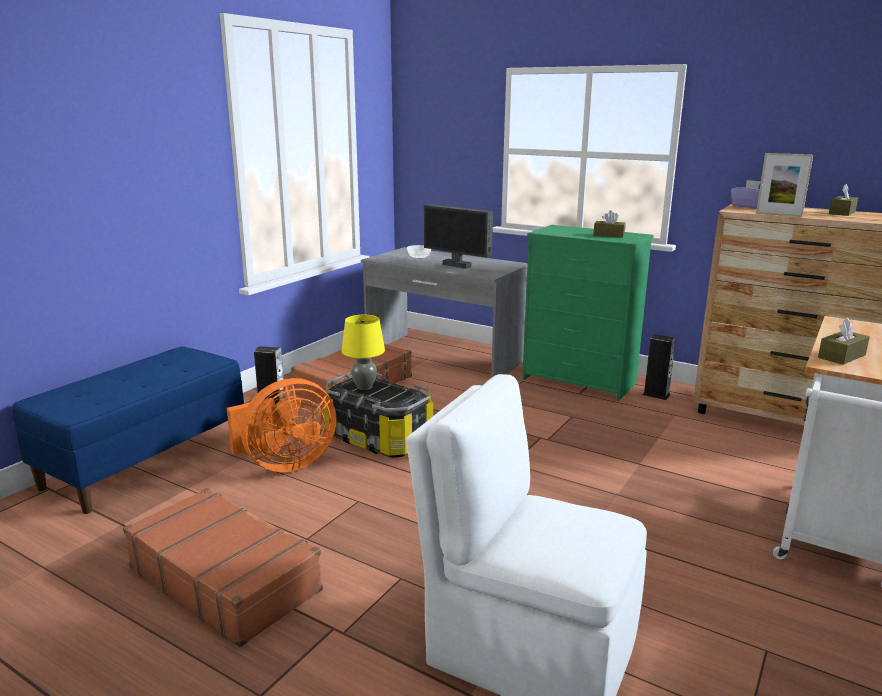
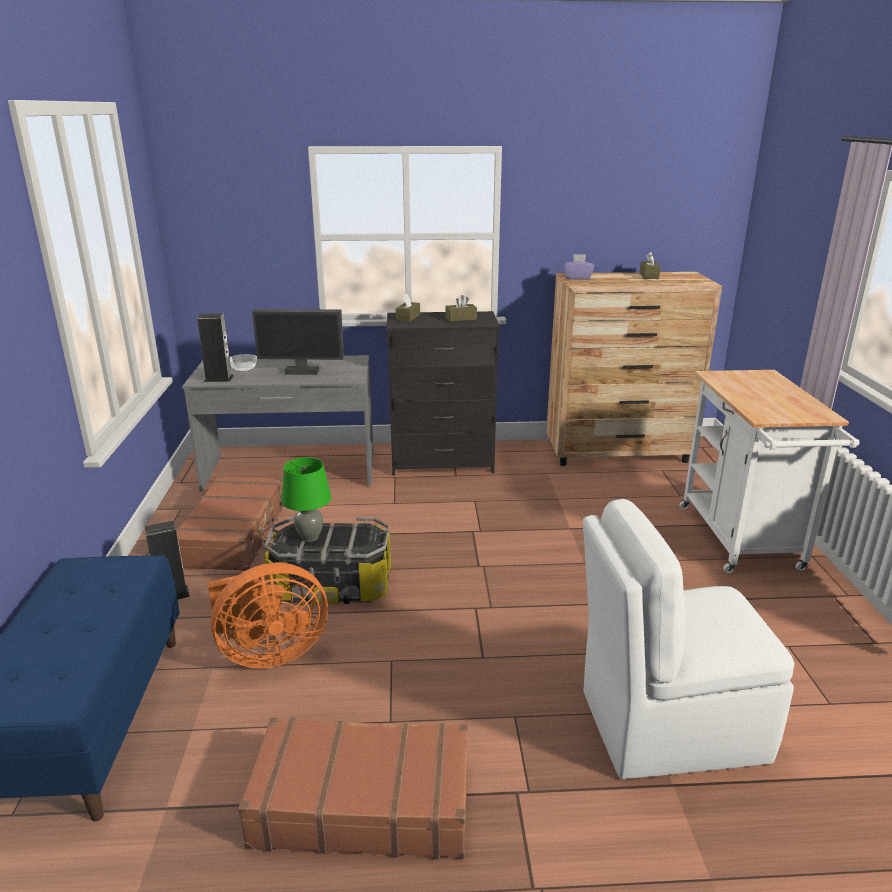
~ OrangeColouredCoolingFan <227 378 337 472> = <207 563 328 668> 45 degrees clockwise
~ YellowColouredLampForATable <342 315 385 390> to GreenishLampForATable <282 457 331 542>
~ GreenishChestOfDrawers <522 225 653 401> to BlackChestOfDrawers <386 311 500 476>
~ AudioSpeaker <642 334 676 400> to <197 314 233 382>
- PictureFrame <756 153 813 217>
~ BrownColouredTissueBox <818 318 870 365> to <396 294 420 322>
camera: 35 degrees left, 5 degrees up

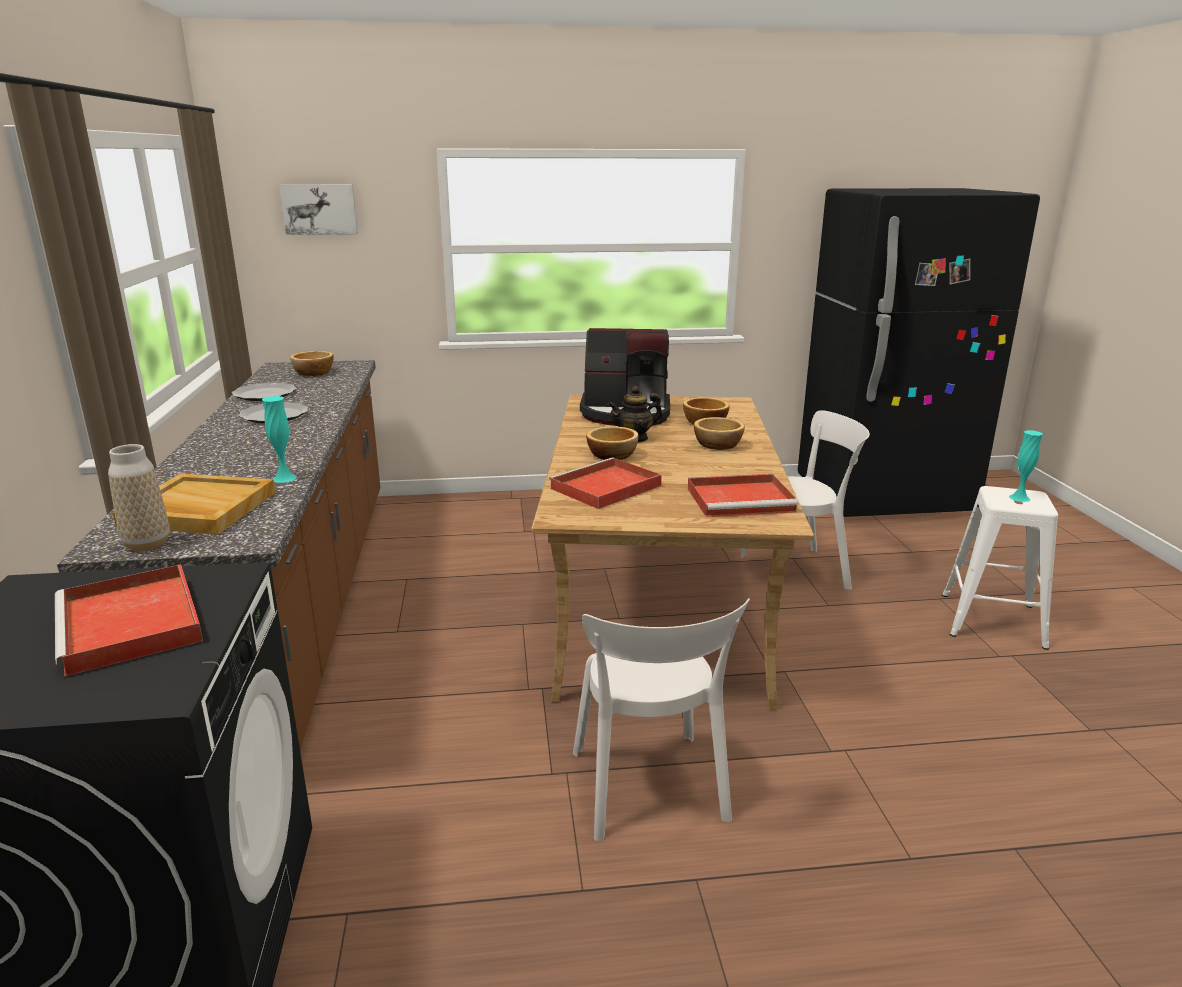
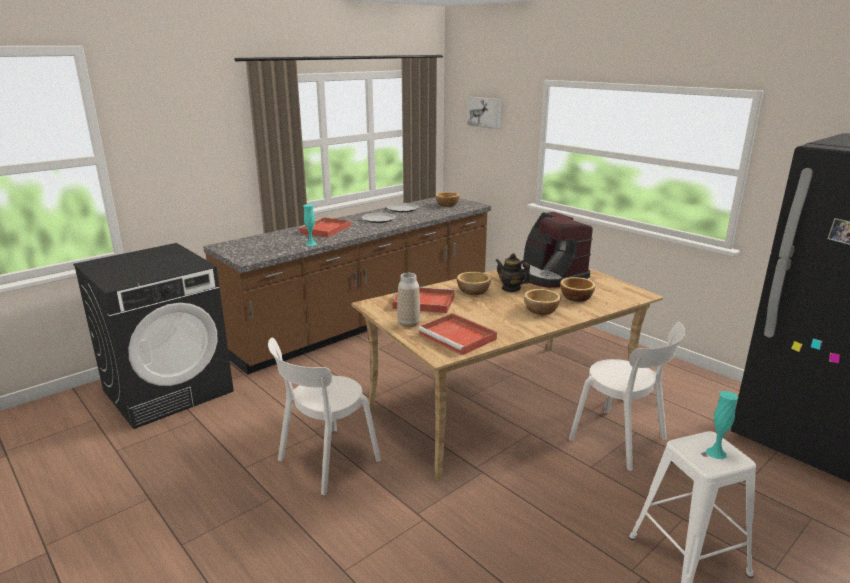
~ RedCarryingTray <55 564 203 677> to <298 217 351 238>
~ FlowerVase <108 444 170 551> to <397 273 421 328>
- BeigeColouredCarryingTray <113 473 275 535>
camera: 55 degrees right, 0 degrees up

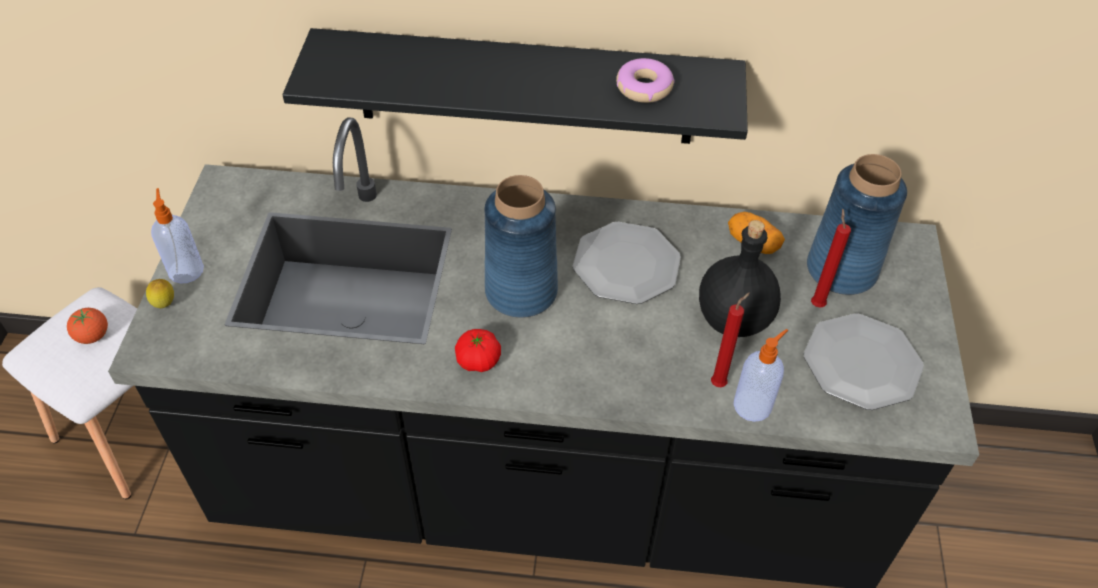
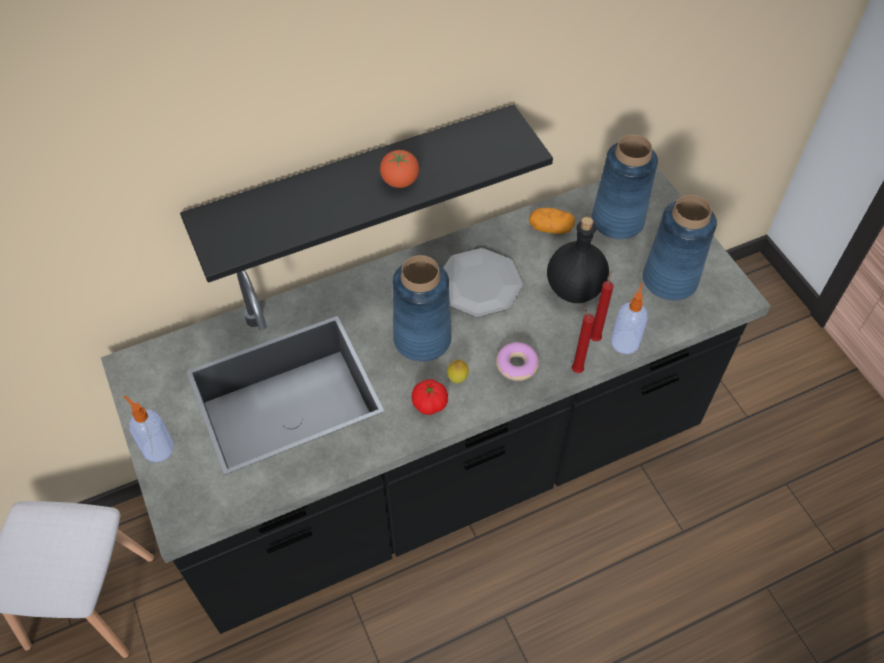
~ WholeTomato <67 308 108 344> to <380 149 419 188>
~ CitrusFruit <146 279 174 308> to <447 360 469 383>
~ RingDoughnut <616 58 675 103> to <496 342 539 381>
~ DinnerPlate <803 313 924 410> to BlueFlowerVase <643 195 717 301>
~ RedCandle <811 209 851 308> to <572 304 595 373>
camera: 30 degrees left, 5 degrees up

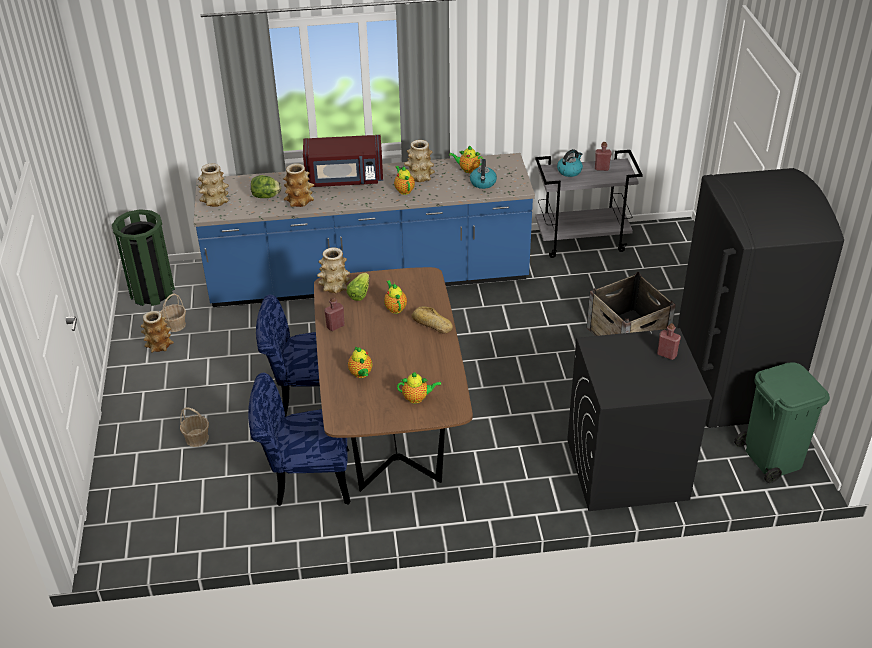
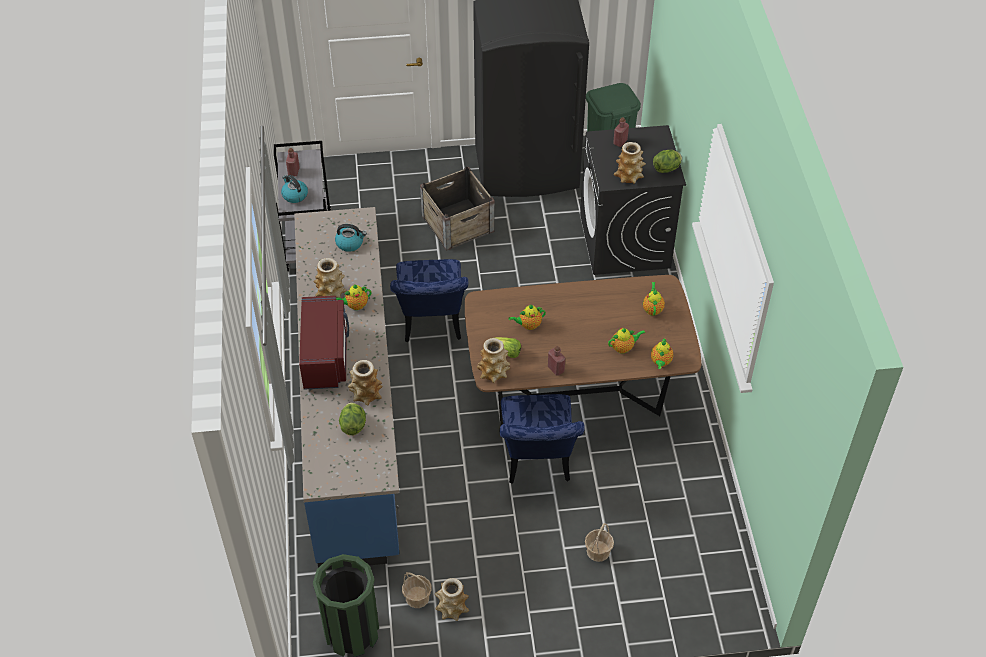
~ FlowerVase <198 163 229 207> to <614 142 646 184>
~ BluePlainChair <248 373 350 506> to <390 259 468 343>
- BakeryBread <411 306 453 334>
~ Teapot <449 145 483 173> to <651 338 673 369>
+ HeadOfLettuce <653 150 682 173>
camera: 90 degrees left, 10 degrees up

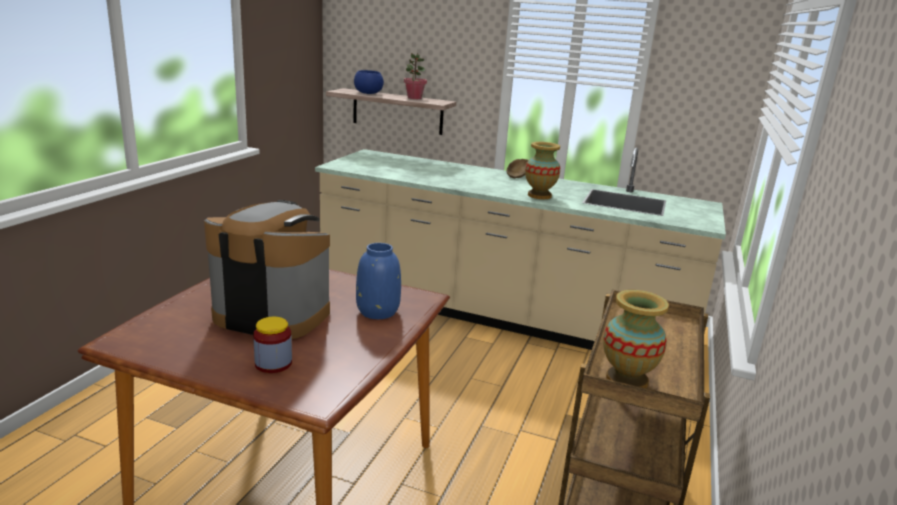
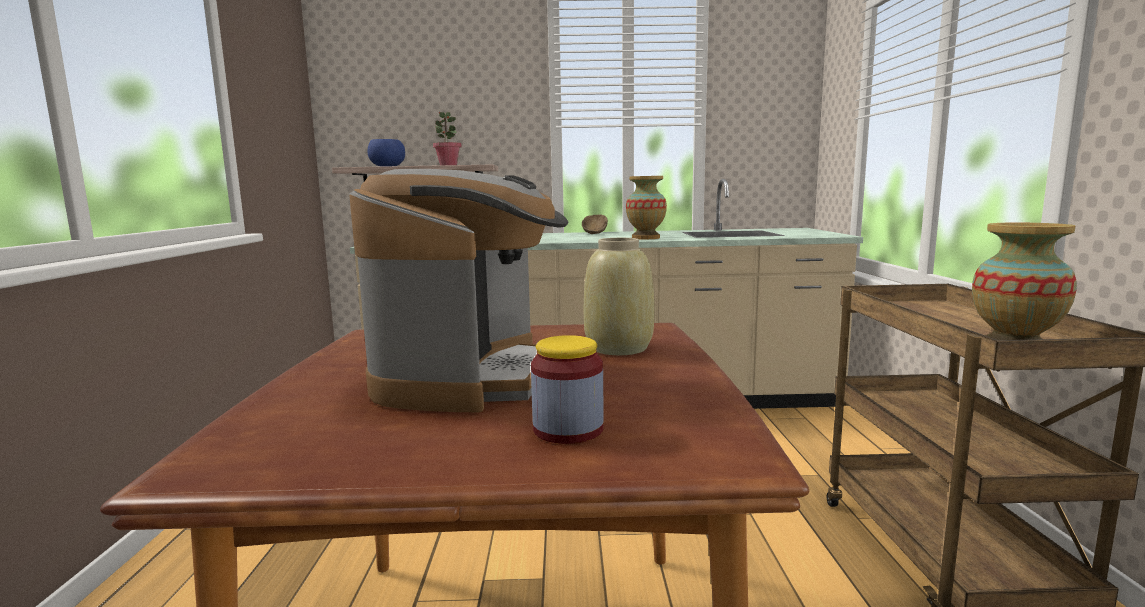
~ CoffeeBrewer <204 200 330 339> = <349 169 568 413> 105 degrees clockwise
~ BlueFlowerVase <356 243 401 319> to BeigeColouredFlowerVase <584 238 654 355>
camera: 20 degrees left, 10 degrees down

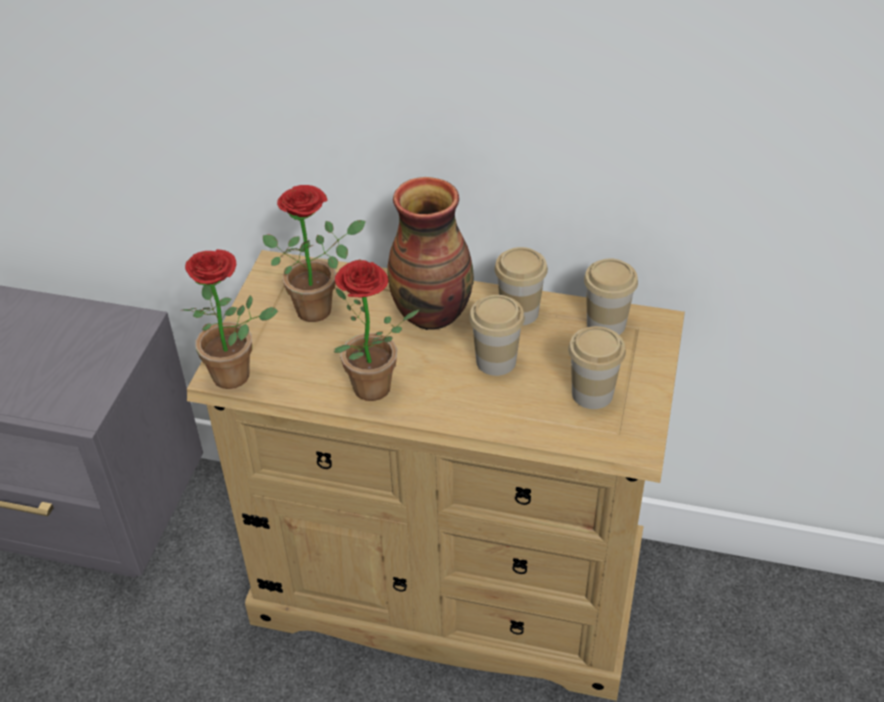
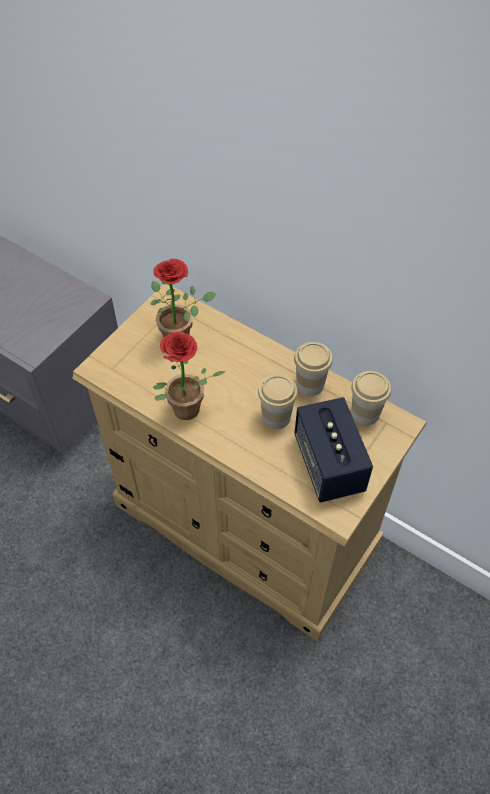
- PottedPlant <183 249 278 389>
- FlowerVase <388 177 474 330>
~ Cup <568 326 626 409> to AudioSpeaker <294 397 373 503>
camera: 20 degrees right, 10 degrees up

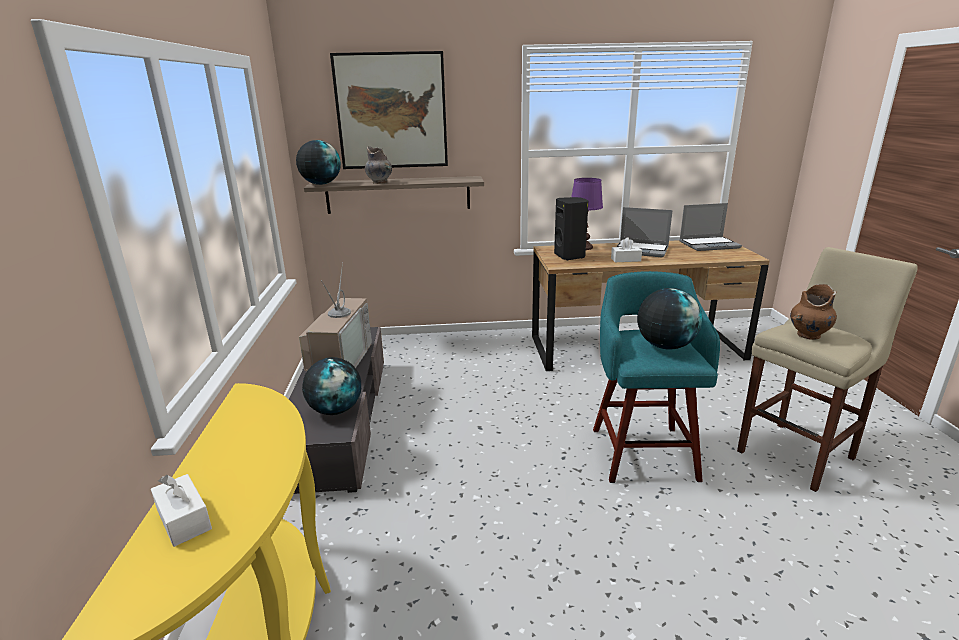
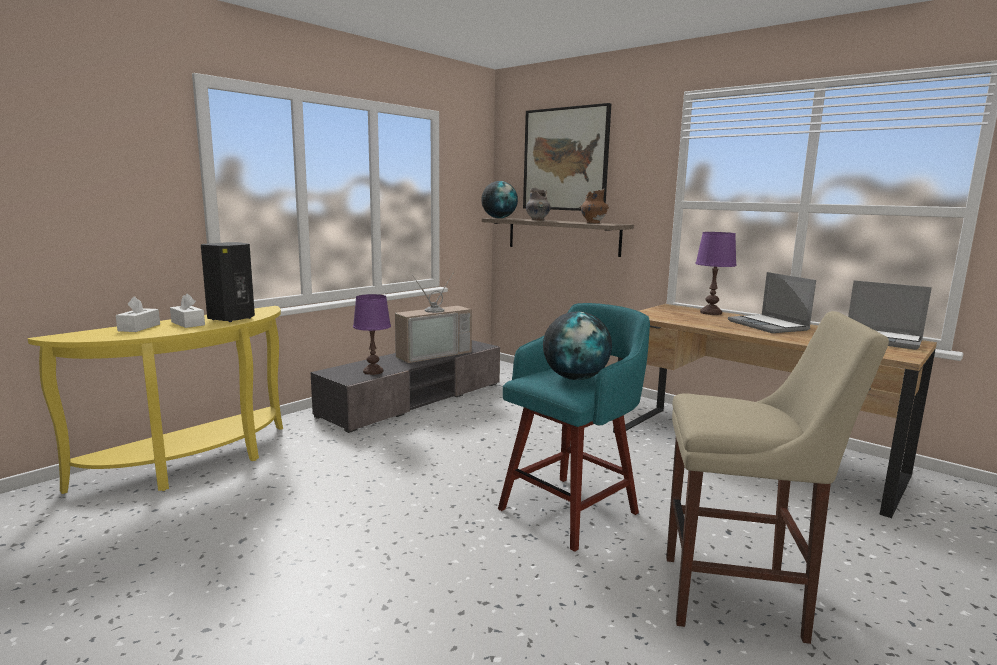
~ Globe <302 357 361 415> to PurpleColouredLampForATable <353 294 391 375>
~ BlackAudioSpeaker <554 197 589 261> to <201 242 255 322>
~ WhiteTissueBox <611 237 642 262> to <170 294 205 328>
~ BrownColouredFlowerVase <790 284 837 340> to <579 189 609 223>
camera: 45 degrees right, 10 degrees down

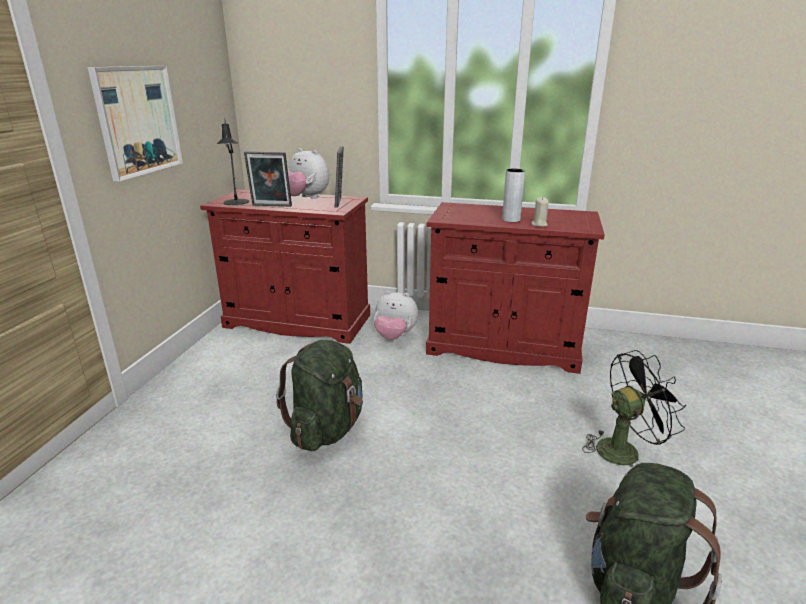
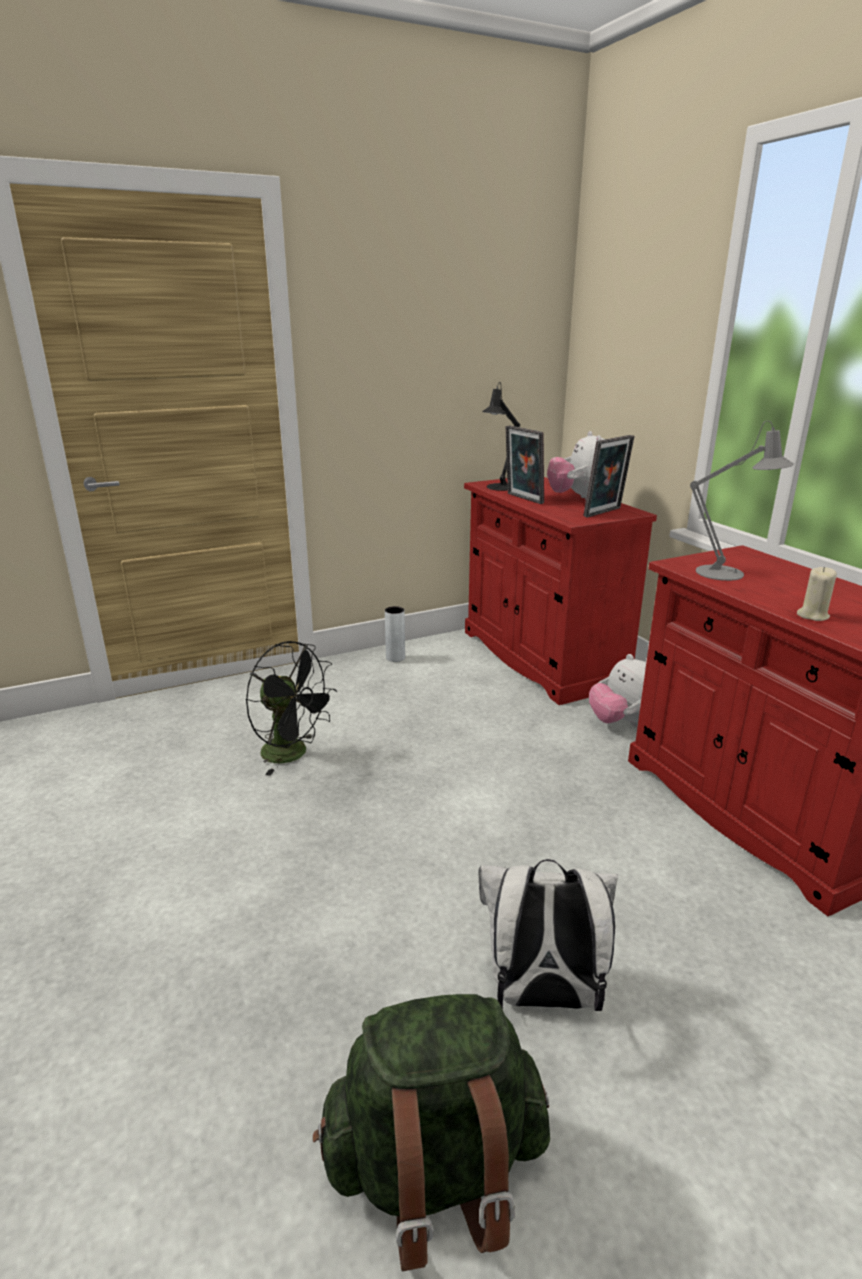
- WallPicture <88 66 183 182>
- GreenishRucksack <276 340 363 451>
~ GrayFlowerVase <502 169 525 222> to <385 606 405 662>
~ BlackCoolingFan <582 350 686 467> to <246 641 337 776>
+ WhiteRucksack <478 859 618 1011>
+ GrayLampForATable <690 420 794 581>
camera: 50 degrees right, 0 degrees up

